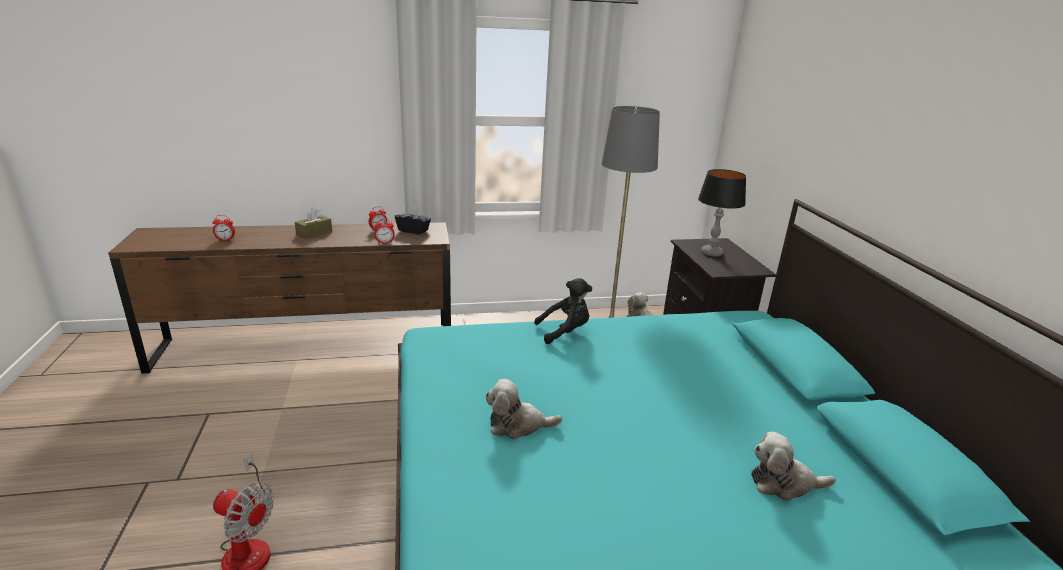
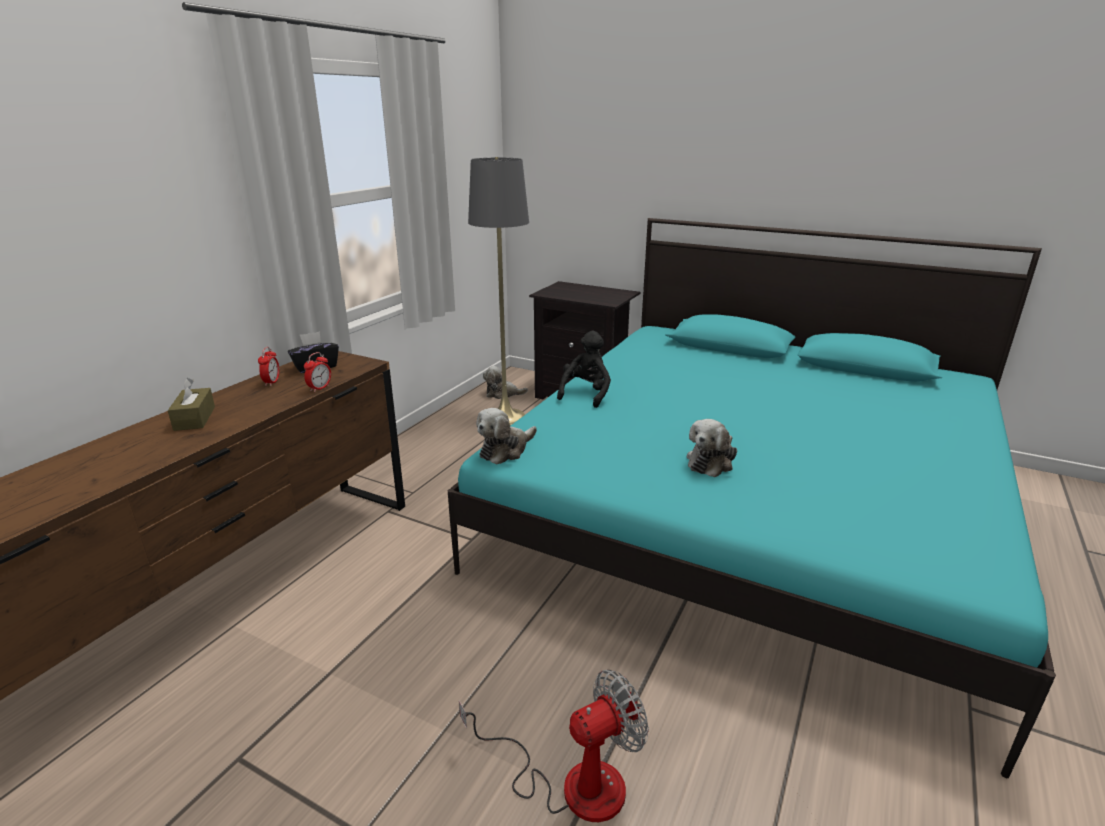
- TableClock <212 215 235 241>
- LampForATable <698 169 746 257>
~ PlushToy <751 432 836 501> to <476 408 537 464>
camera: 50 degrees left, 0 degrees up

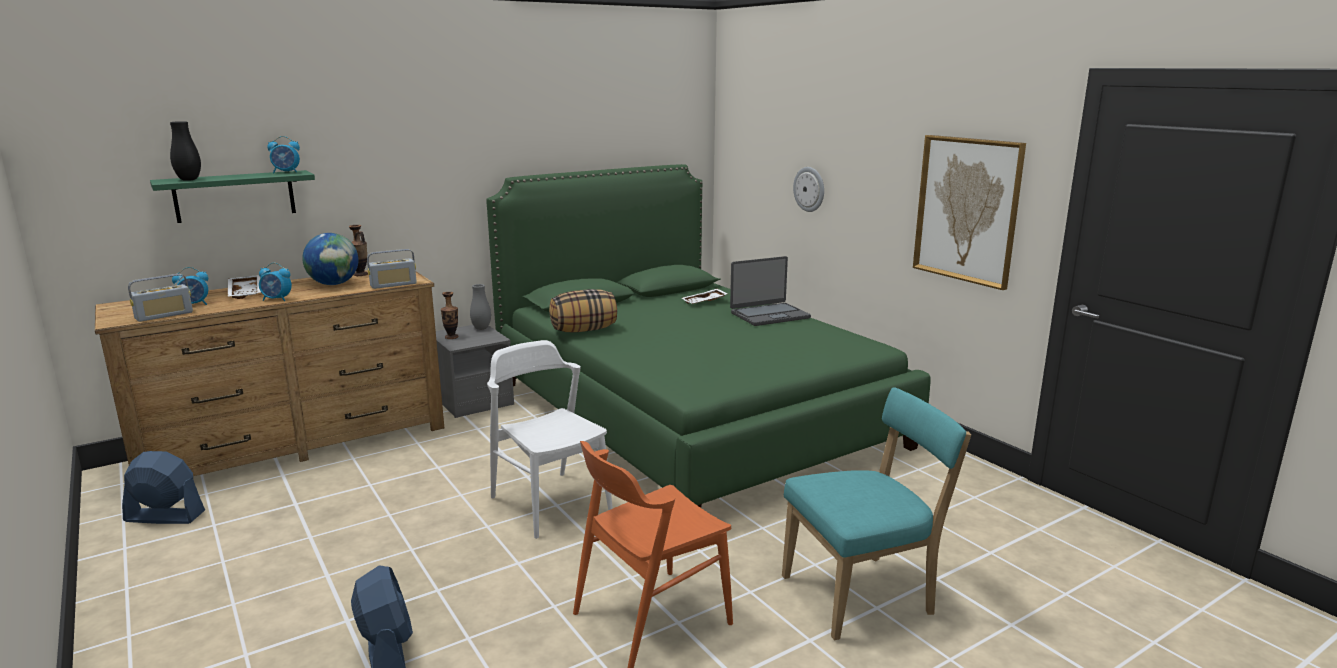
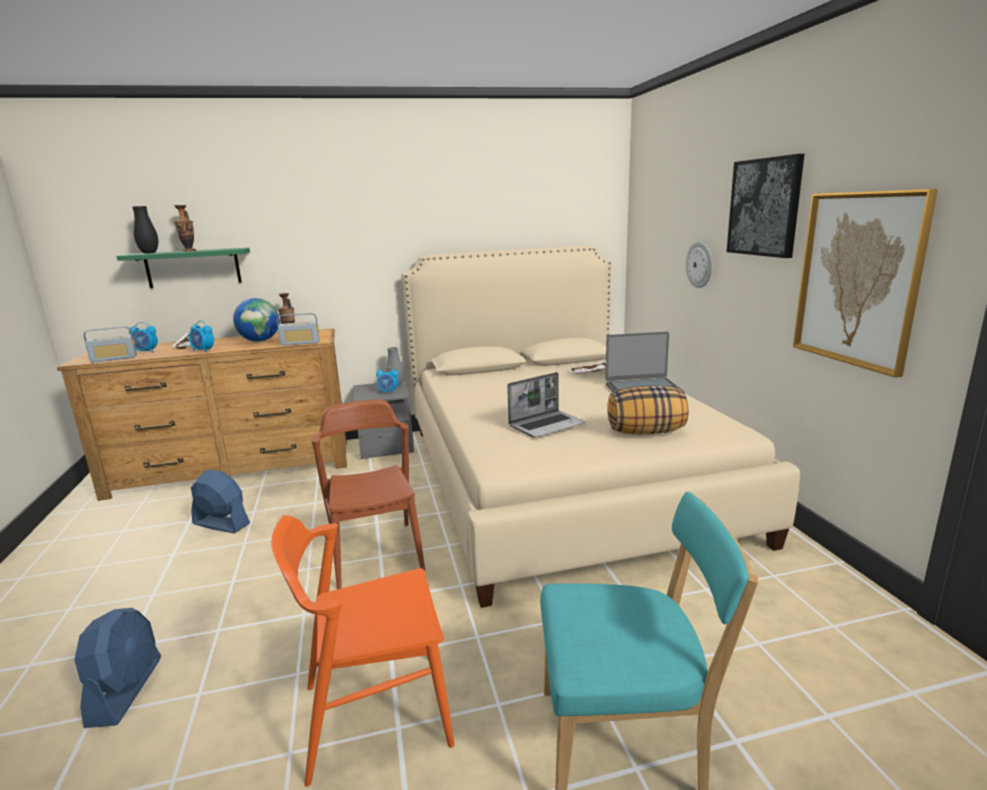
~ BlueCoolingFan <122 451 205 524> to <191 470 250 533>
~ TableClock <267 136 300 173> to <376 366 398 394>
~ FlowerVase <441 292 459 339> to <174 205 196 251>
~ GreenishBedroomBed <486 164 931 508> to BeigeColouredBedroomBed <402 246 800 608>
~ WhitePlainChair <487 340 613 539> to BrownColouredPlainChair <311 399 425 589>
~ Cushion <549 289 617 332> to <607 385 688 435>
+ PortableComputer <507 372 585 438>
+ WallPicture <727 154 804 258>
camera: 20 degrees right, 0 degrees up

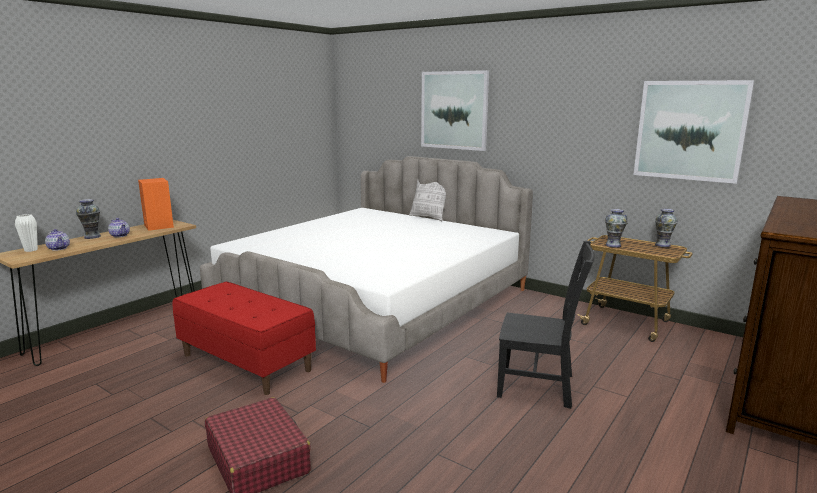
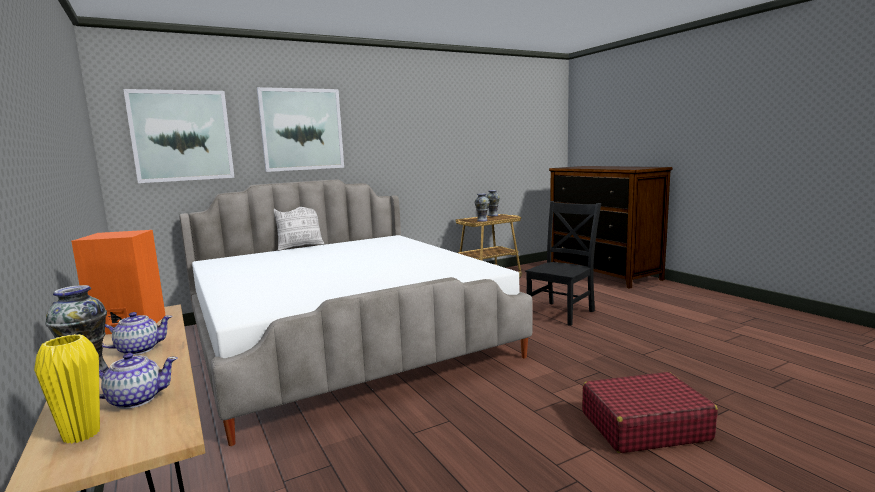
~ WhiteFlowerVase <15 214 38 252> to YellowColouredFlowerVase <34 334 100 444>
- RedLongSeat <173 282 316 395>
~ WallPicture <633 80 754 184> to <123 89 235 183>
camera: 65 degrees left, 5 degrees down

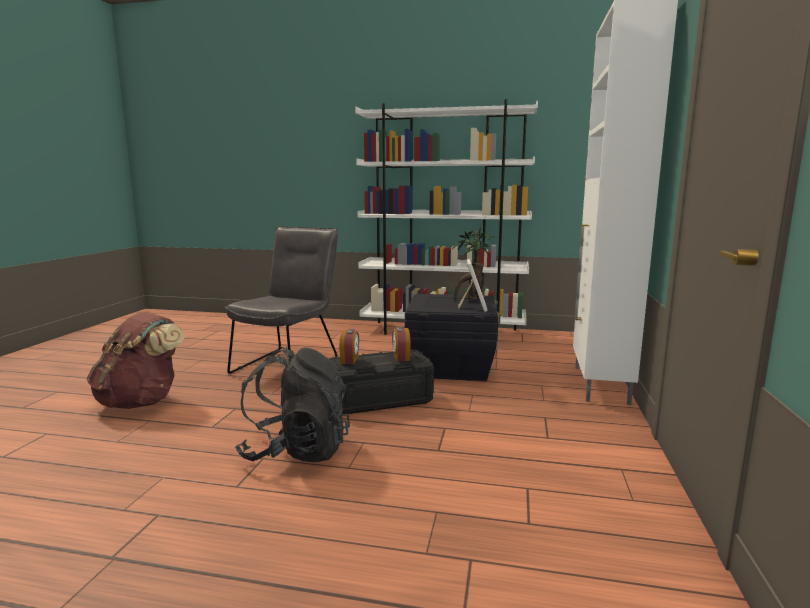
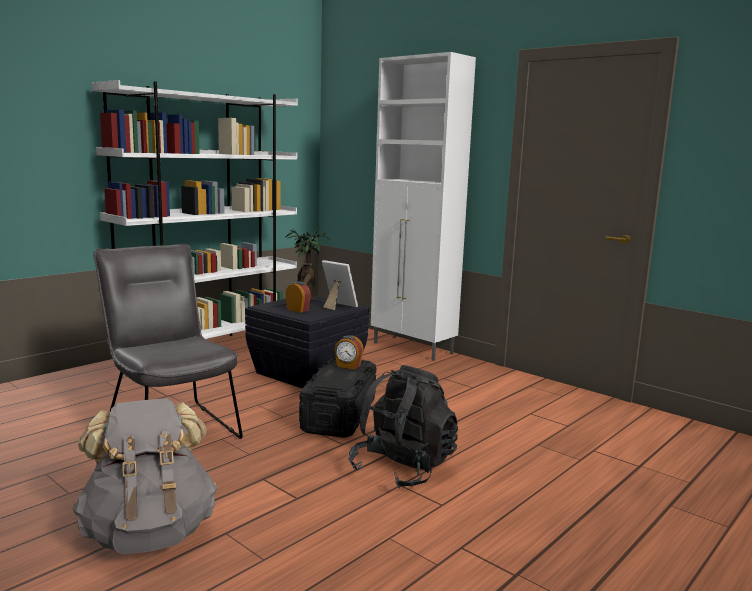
~ BrownColouredRucksack <87 312 185 409> to GrayRucksack <72 398 217 554>
~ TableClock <339 329 359 364> to <285 281 311 313>
camera: 60 degrees left, 0 degrees up

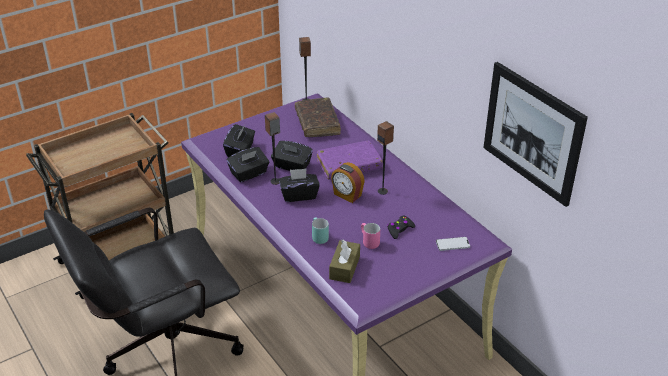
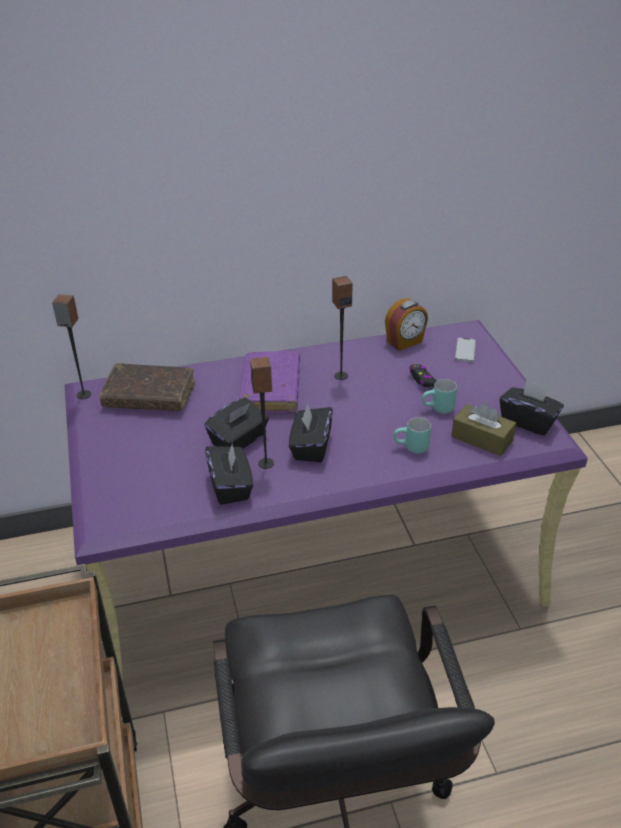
~ BlackTissueBox <223 124 255 157> to <499 380 564 435>
~ TableClock <331 162 365 203> to <385 298 428 351>
~ PinkishCoffeeMug <361 223 380 249> to TurquoiseColouredCoffeeMug <422 379 457 414>
- WallPicture <483 62 588 207>
camera: 70 degrees left, 0 degrees up

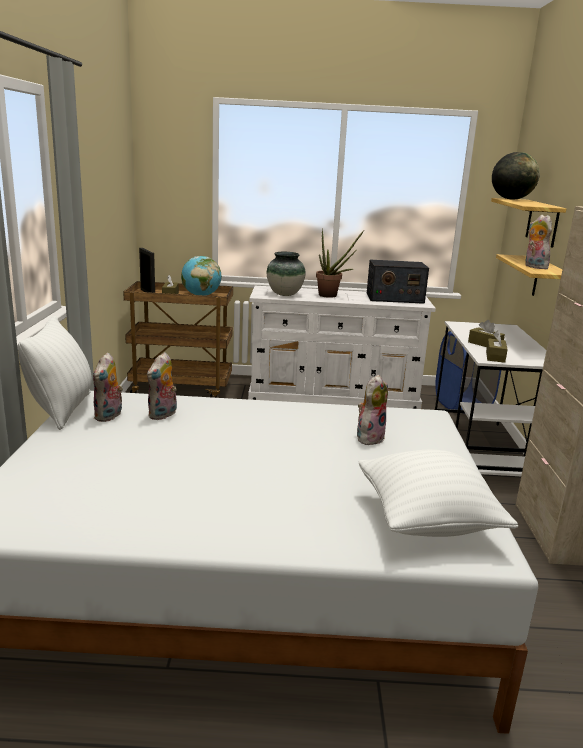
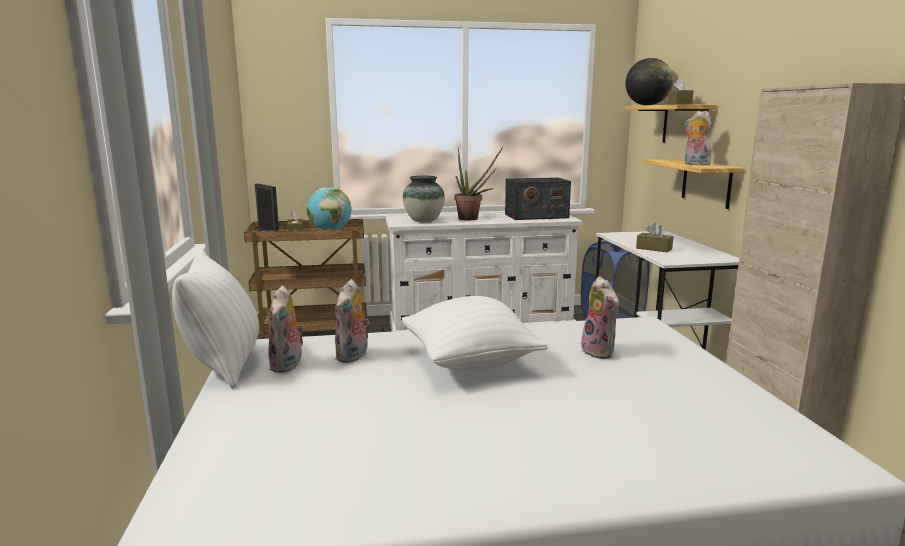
~ PlushToy <357 375 388 445> = <581 276 619 359> 135 degrees clockwise
~ WhiteCushion <358 450 518 537> to <402 296 548 370>
~ BrownColouredTissueBox <486 330 508 363> to <667 77 694 105>
camera: 10 degrees left, 5 degrees down

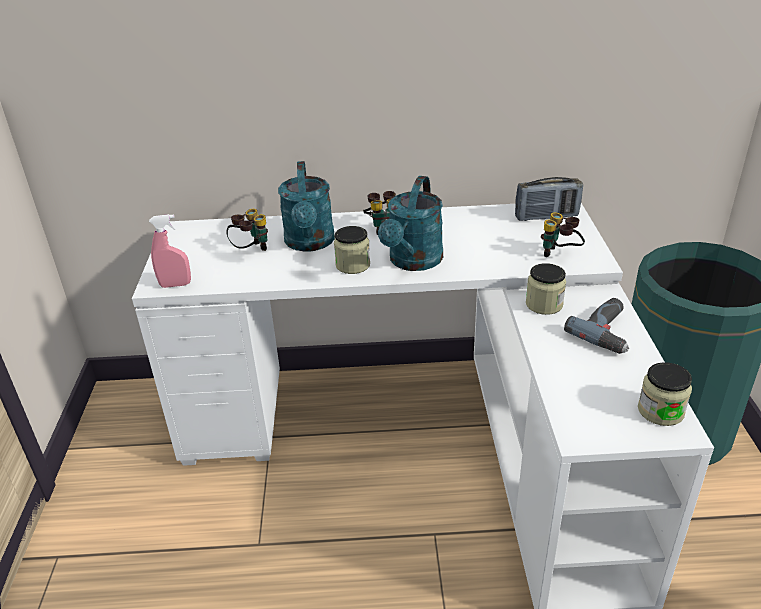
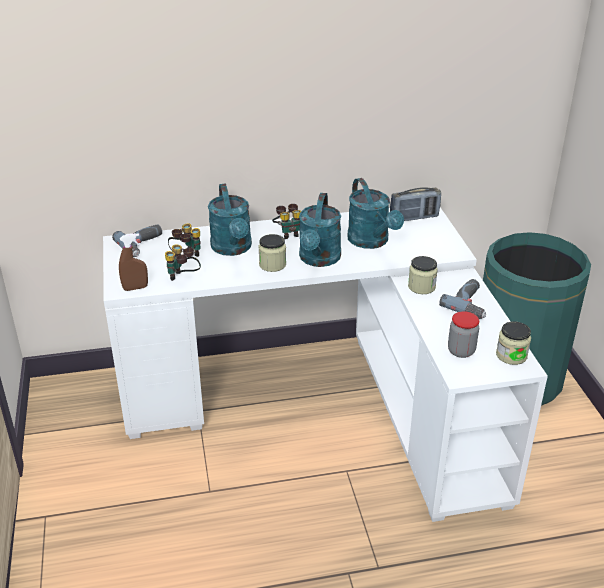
~ PinkishSprayer <149 214 191 288> to BrownColouredSprayer <119 233 148 291>
~ FieldGlasses <541 212 585 257> to <165 244 201 281>
+ Drill <112 224 162 257>
+ TurquoiseColouredWateringPot <347 178 404 249>
+ PreserveJar <448 311 479 358>
camera: 10 degrees left, 0 degrees up

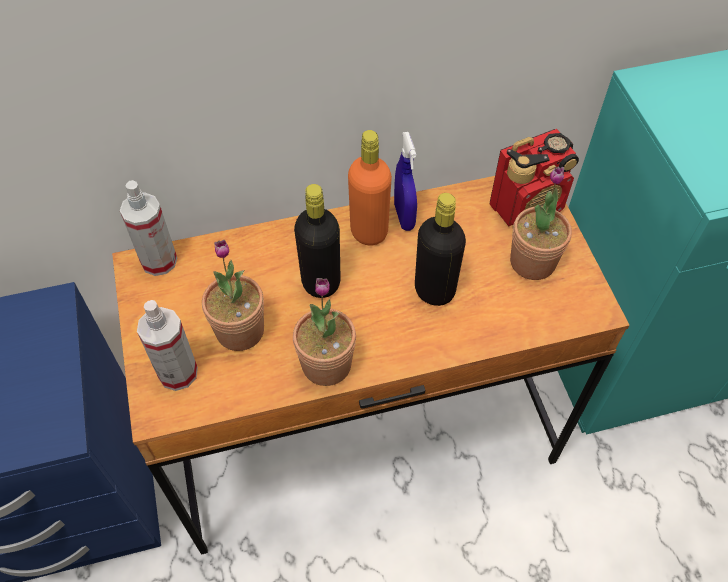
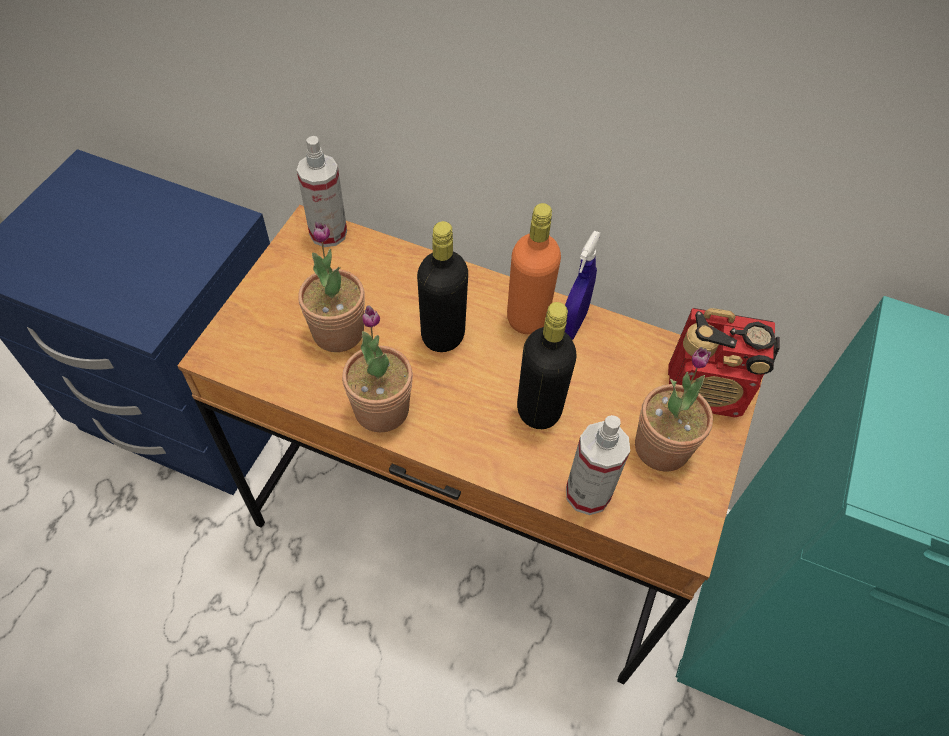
~ Sprayer <137 300 198 391> to <566 415 630 515>
camera: 35 degrees right, 0 degrees up

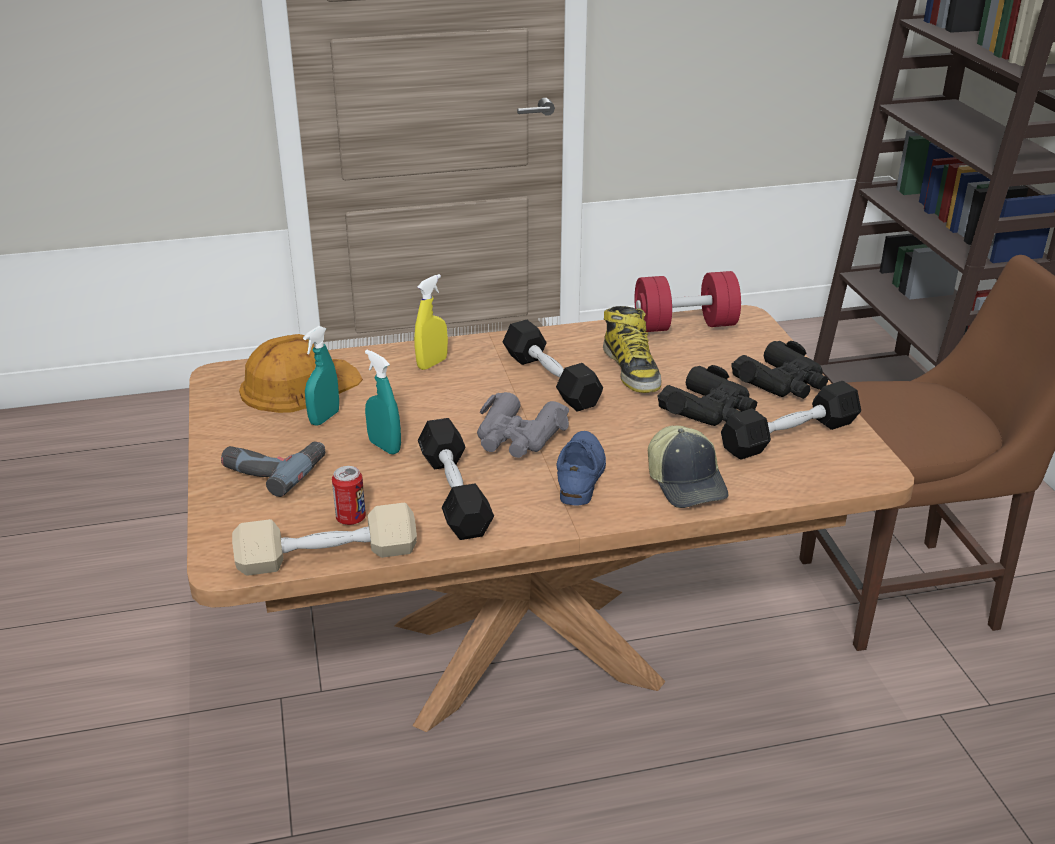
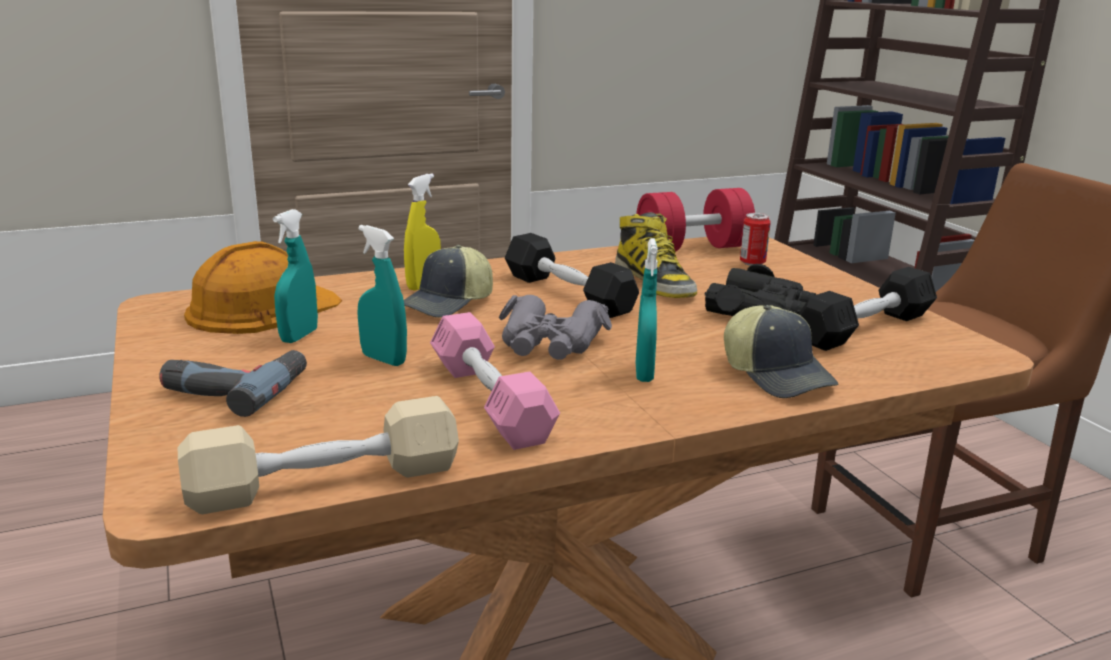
~ Can <332 466 366 525> to <740 213 771 266>
~ BlackDumbbell <418 418 494 540> to PinkishDumbbell <430 312 560 450>
~ BlueItemOfFootwear <556 431 606 506> to TurquoiseColouredSprayer <636 238 658 382>
- BlackFieldGlasses <731 341 828 399>
+ Cap <404 245 493 318>
camera: 10 degrees left, 10 degrees down

